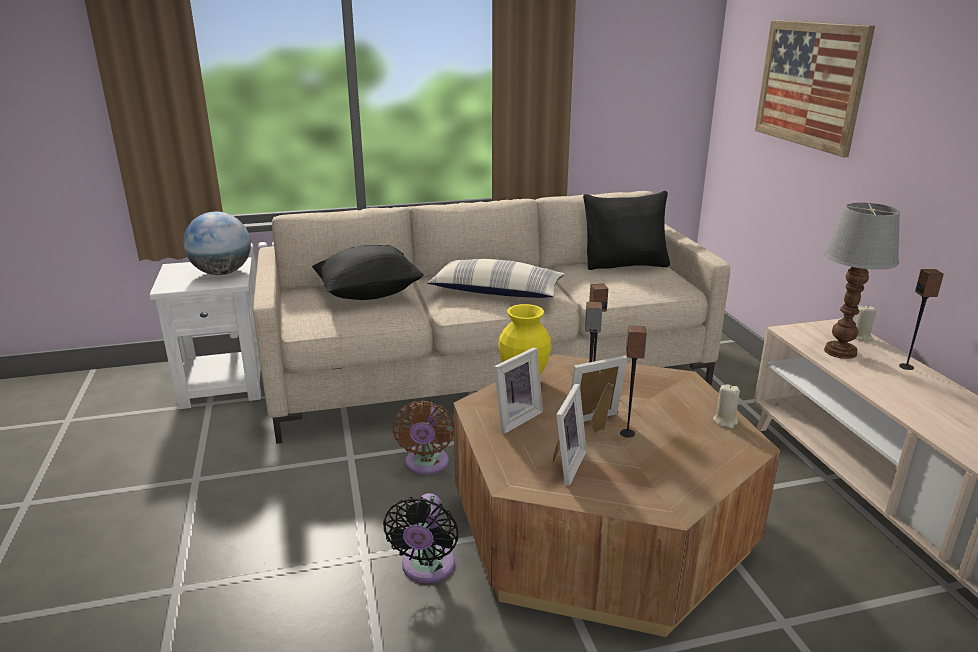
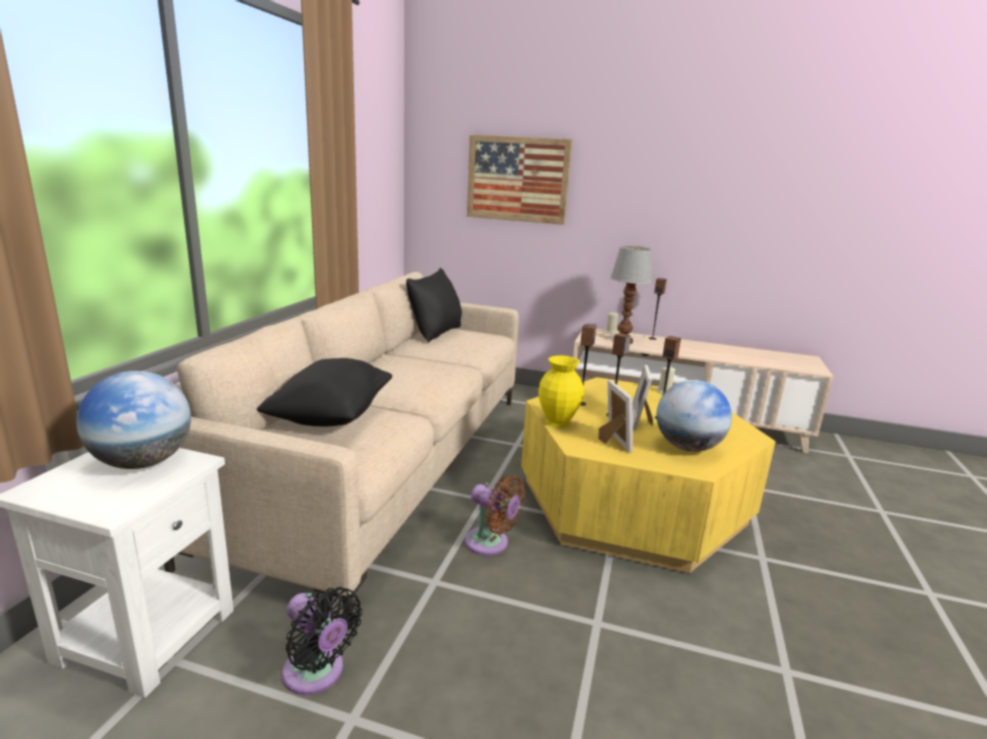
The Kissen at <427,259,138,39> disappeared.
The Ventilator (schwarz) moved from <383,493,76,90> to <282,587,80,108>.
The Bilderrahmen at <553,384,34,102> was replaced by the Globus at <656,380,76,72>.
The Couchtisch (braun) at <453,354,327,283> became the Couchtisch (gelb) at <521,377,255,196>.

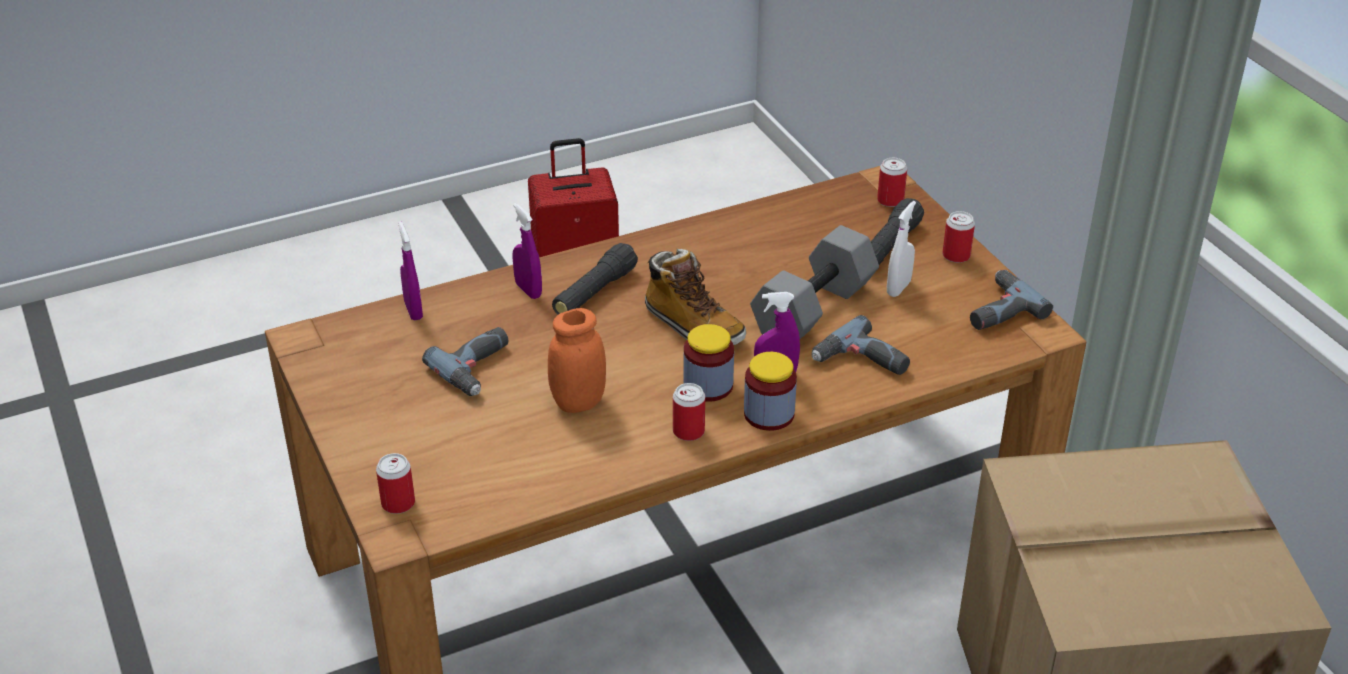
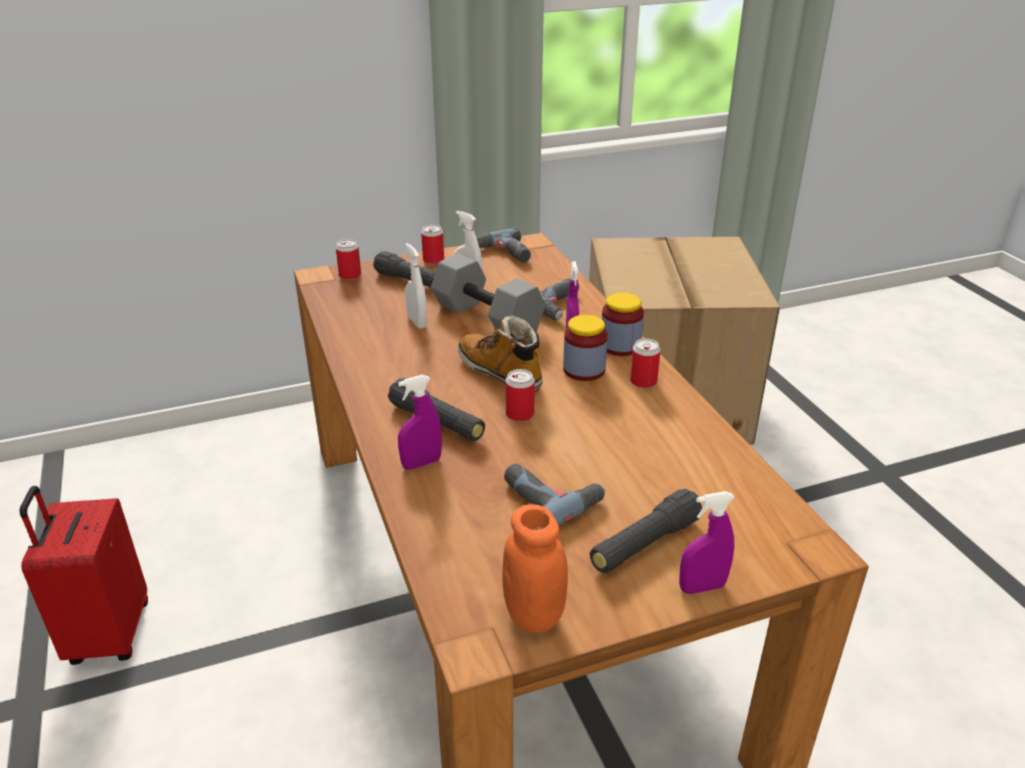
The Sprühflasche (weiß) at <405,243,22,85> appeared.
The Taschenlampe (schwarz) at <590,489,112,84> appeared.
The Dose moved from <376,453,39,61> to <506,369,29,53>.
The Sprühflasche (lila) moved from <398,221,25,99> to <679,491,56,103>.
The Vorratsglas (orange) moved from <548,308,58,105> to <502,504,66,129>.
The Stiefel at <645,249,101,96> turned 90 degrees counterclockwise.

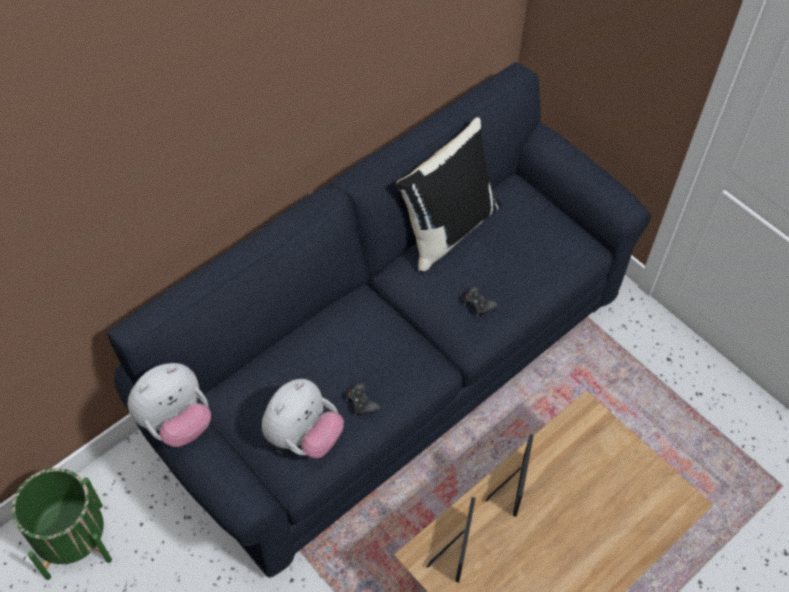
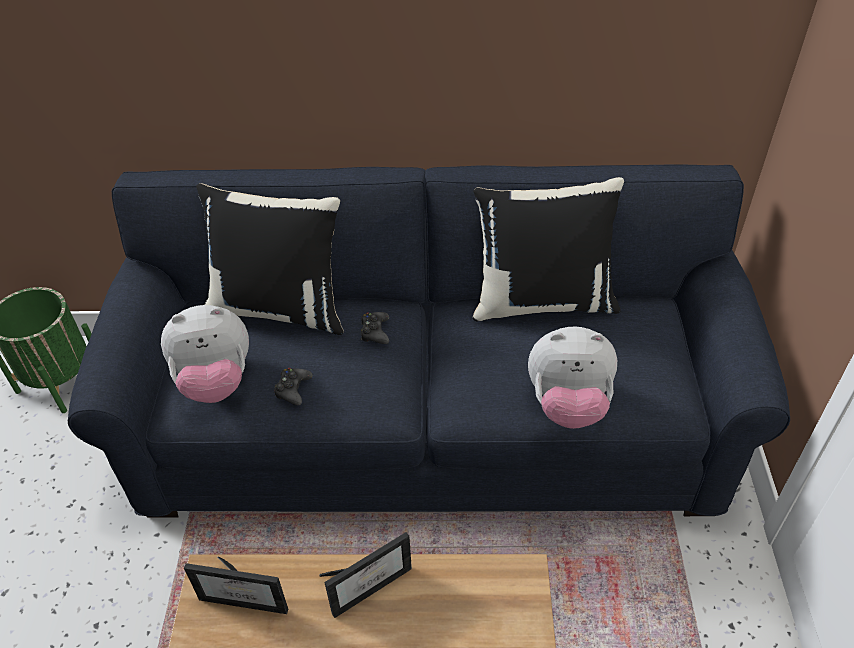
The Kissen (schwarz) at <196,183,148,152> appeared.
The Plüschtier moved from <128,363,83,84> to <528,327,89,102>.
The Gamepad (schwarz) moved from <464,286,34,30> to <361,312,28,32>.
The Bilderrahmen at <427,497,49,86> turned 45 degrees clockwise.

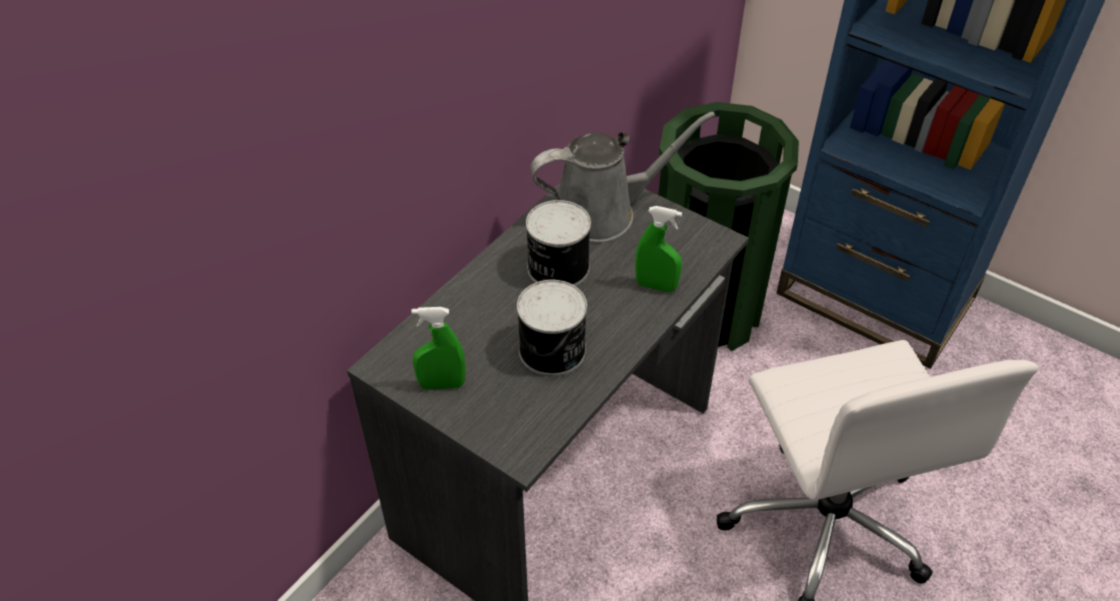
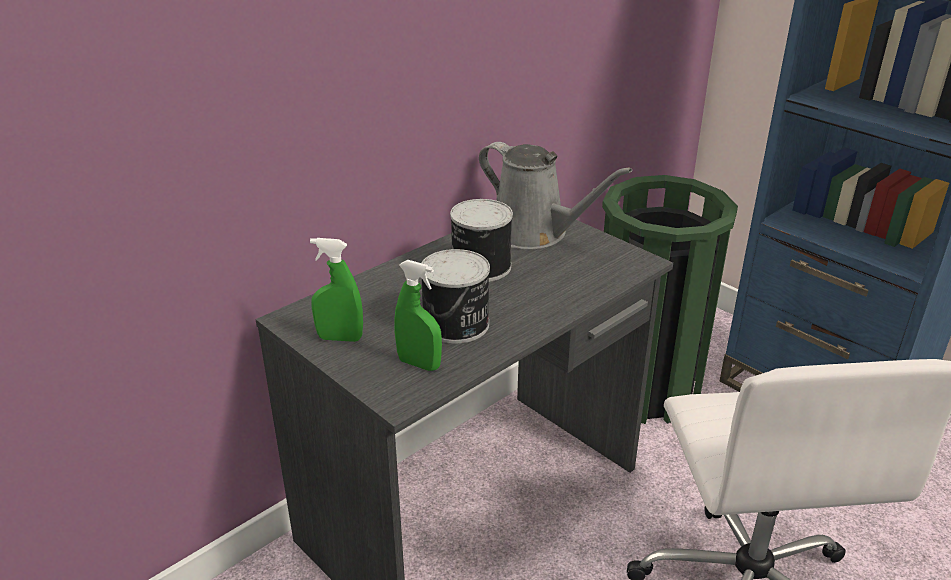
The Sprühflasche (grün) moved from <635,206,47,86> to <394,260,48,111>.
The Gießkanne (grau) at <531,112,184,130> turned 45 degrees clockwise.

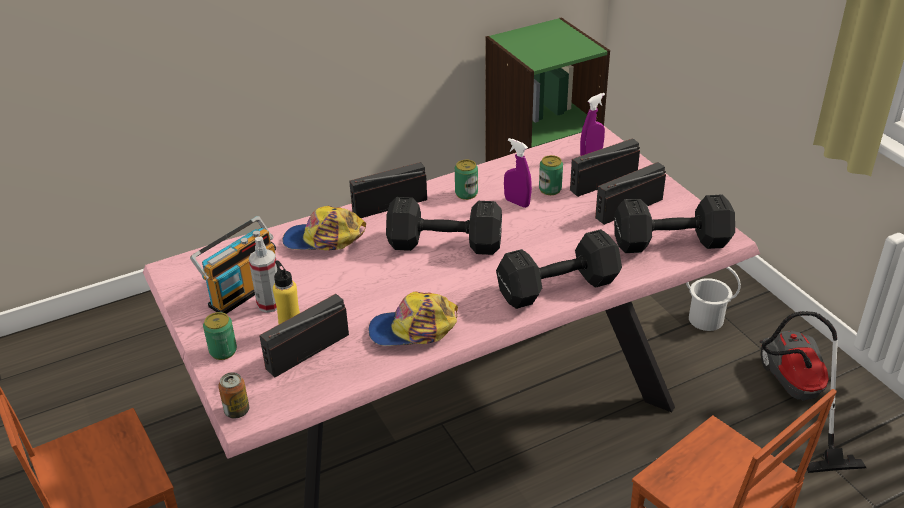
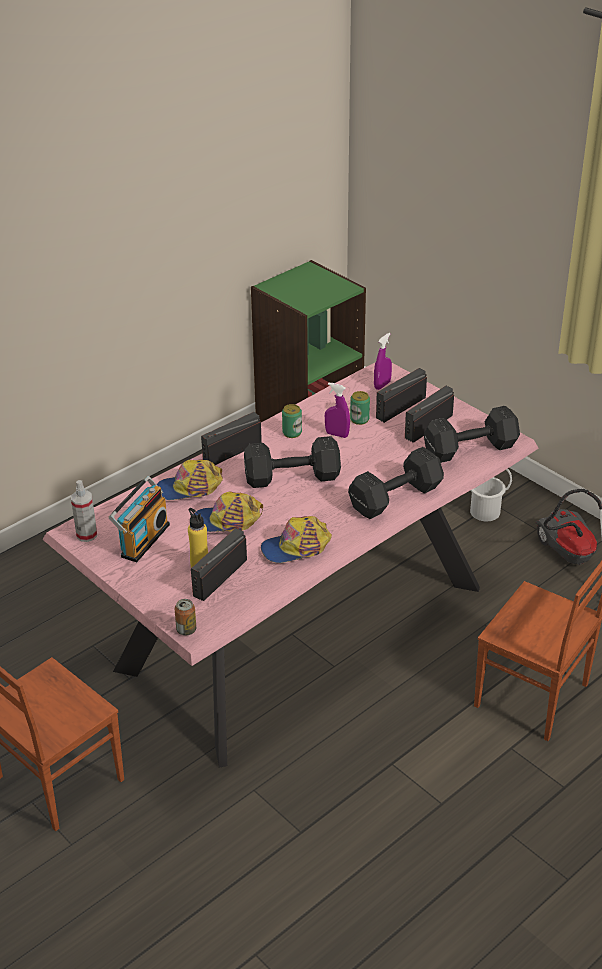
The Dose at <203,312,34,48> disappeared.
The Kappe at <195,491,68,41> appeared.
The Sprühflasche moved from <249,237,28,76> to <71,480,26,62>.

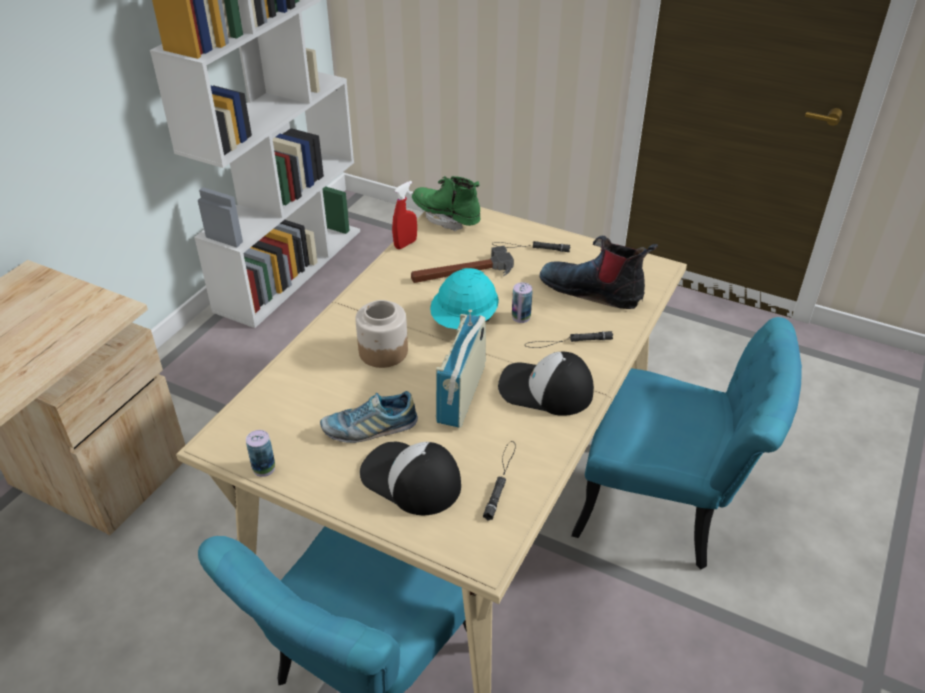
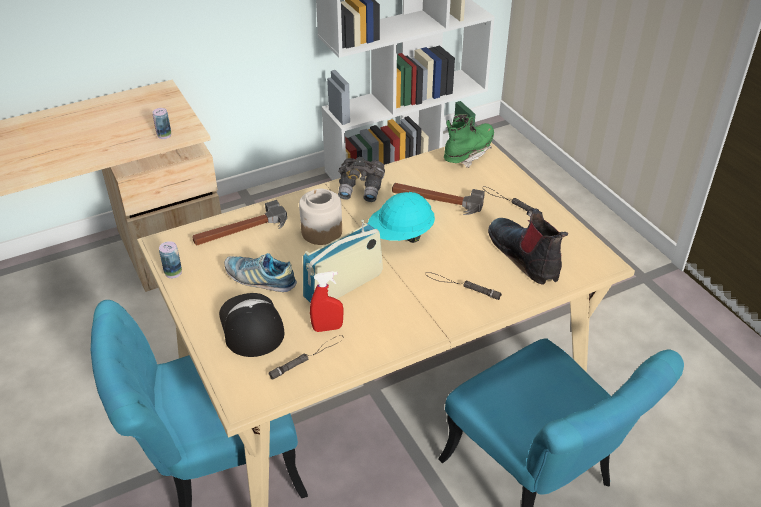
The Kappe at <498,352,96,64> disappeared.
The Hammer at <192,200,95,45> appeared.
The Fernglas (grau) at <338,157,47,45> appeared.
The Sprühflasche (rot) moved from <392,181,25,68> to <310,271,34,61>.
The Dose moved from <512,282,21,41> to <152,108,19,31>.
The Stiefel (grün) at <412,176,68,55> turned 60 degrees clockwise.

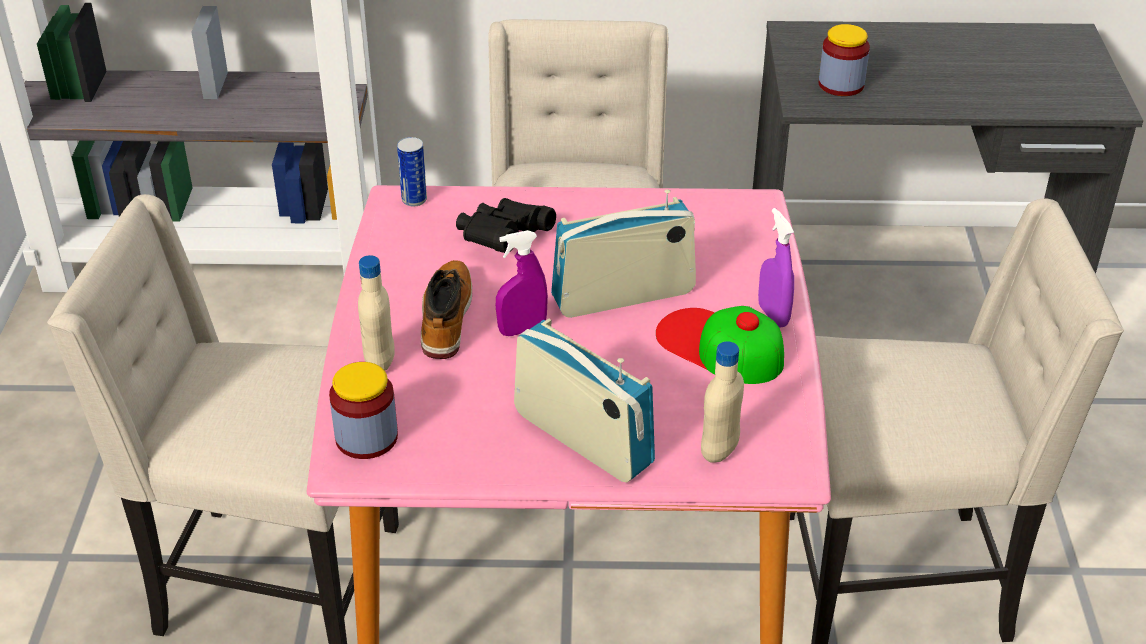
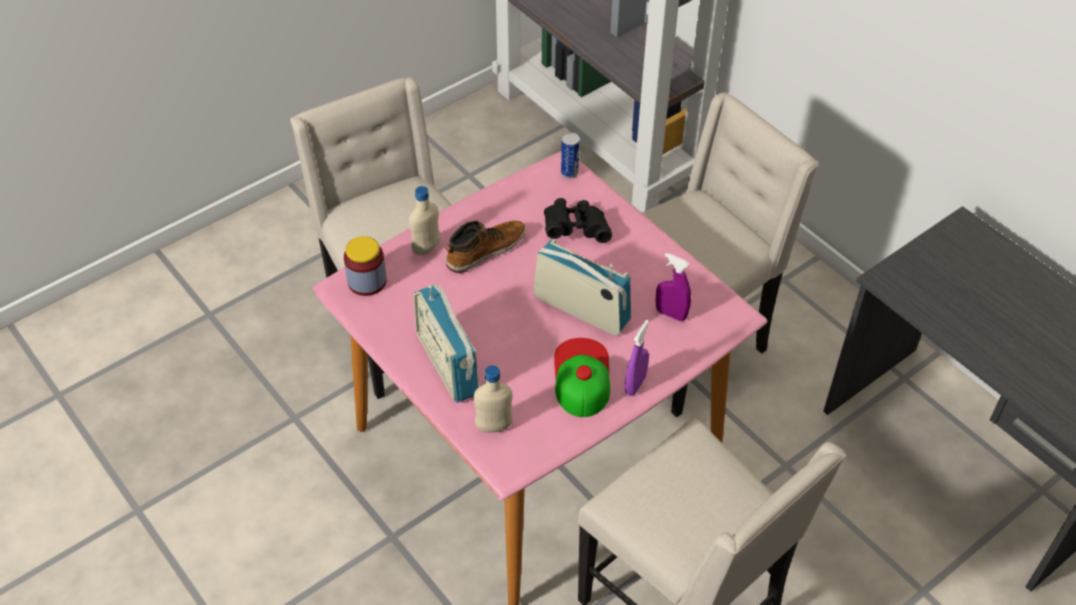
The Vorratsglas at <819,24,51,72> disappeared.
The Sprühflasche (lila) moved from <496,230,52,106> to <656,253,35,68>.
The Radio at <514,319,141,164> turned 150 degrees clockwise.

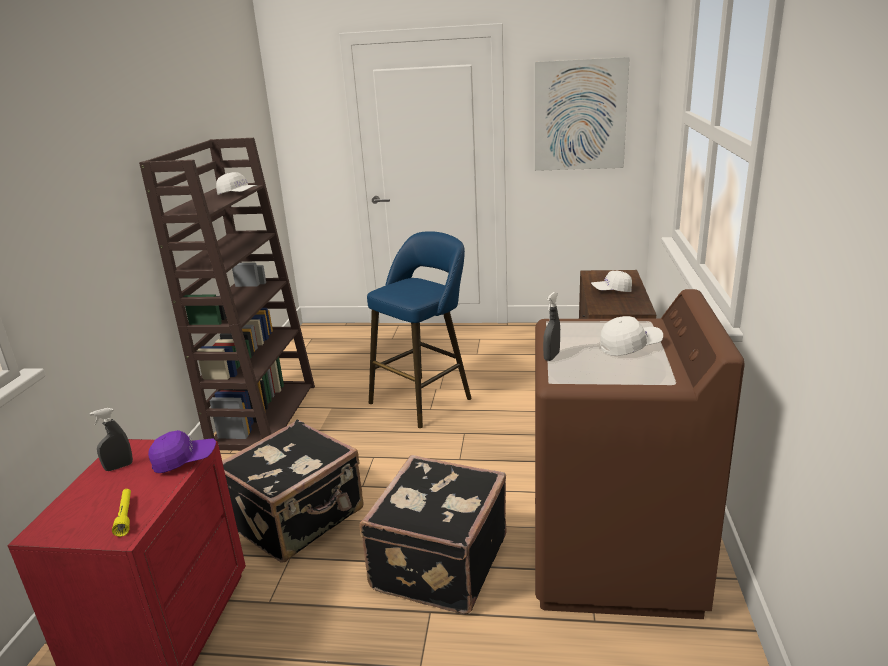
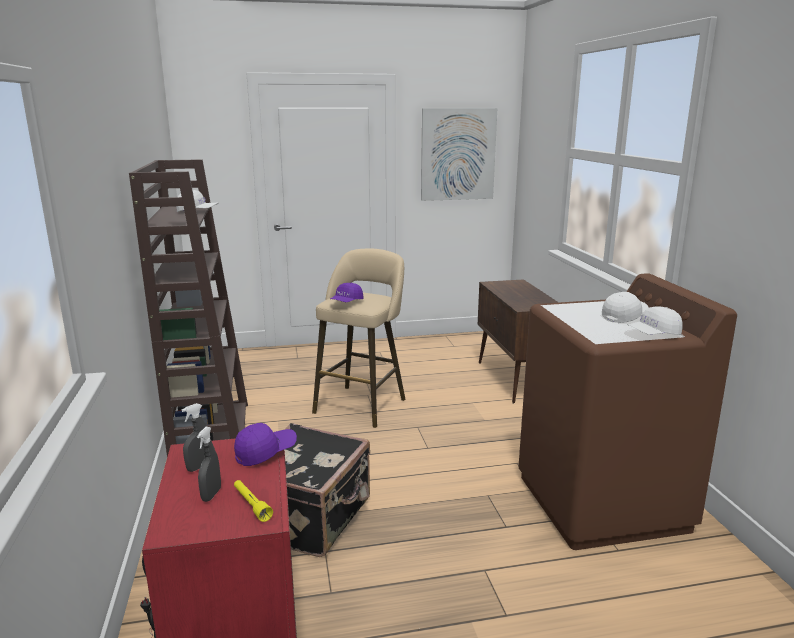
The Koffer (schwarz) at <359,455,148,159> disappeared.
The Kappe (lila) at <330,282,34,20> appeared.
The Sprühflasche (grau) moved from <543,292,17,69> to <197,427,24,75>.
The Kappe (weiß) moved from <591,271,41,21> to <627,306,56,29>.
The Hocker (blau) at <367,231,105,197> became the Hocker (beige) at <312,248,94,180>.

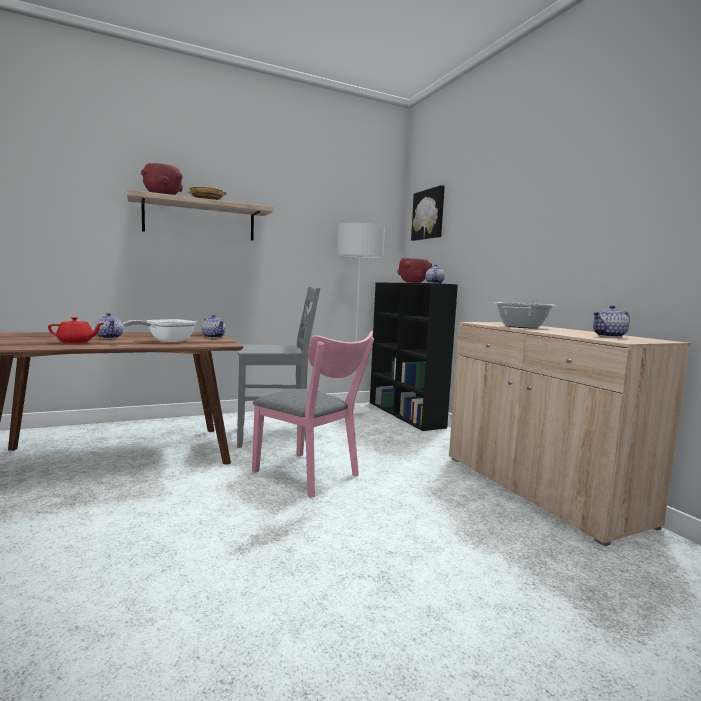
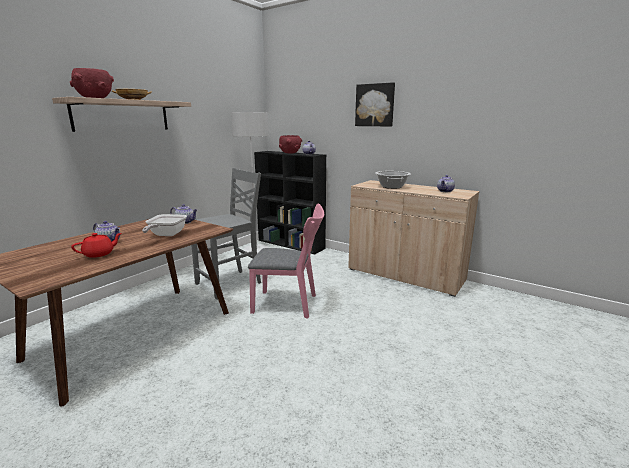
The Bild moved from <411,185,34,56> to <355,82,40,44>.

